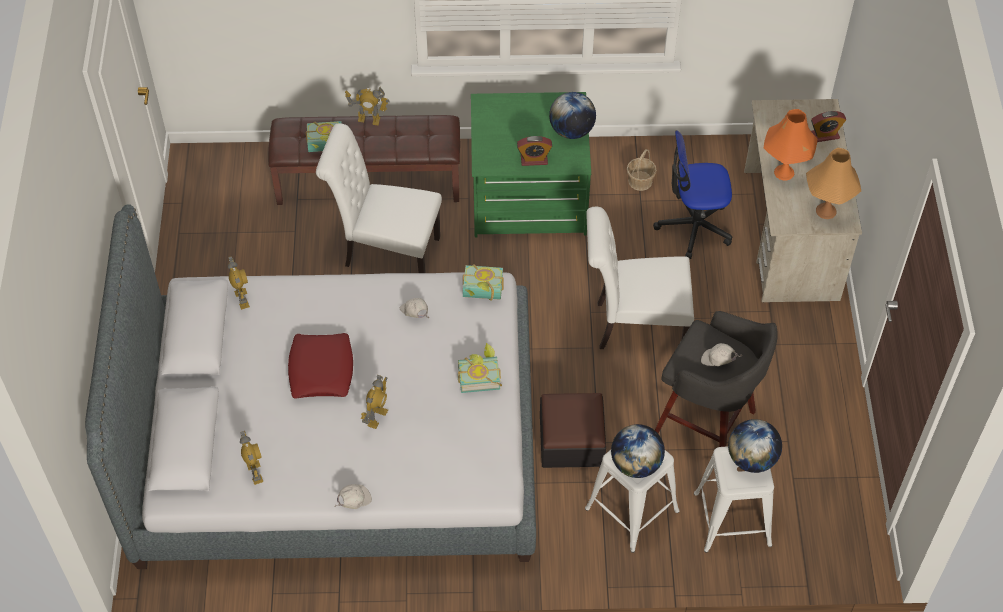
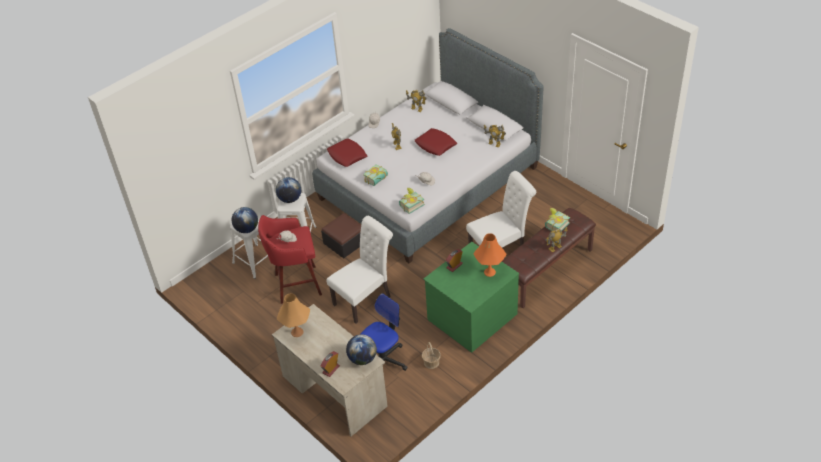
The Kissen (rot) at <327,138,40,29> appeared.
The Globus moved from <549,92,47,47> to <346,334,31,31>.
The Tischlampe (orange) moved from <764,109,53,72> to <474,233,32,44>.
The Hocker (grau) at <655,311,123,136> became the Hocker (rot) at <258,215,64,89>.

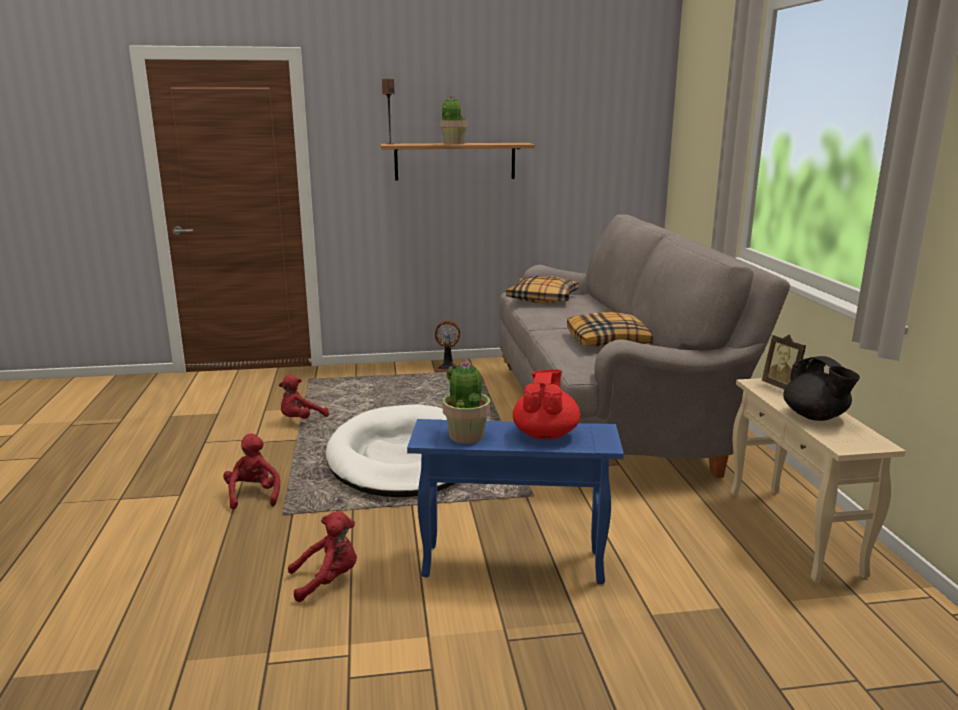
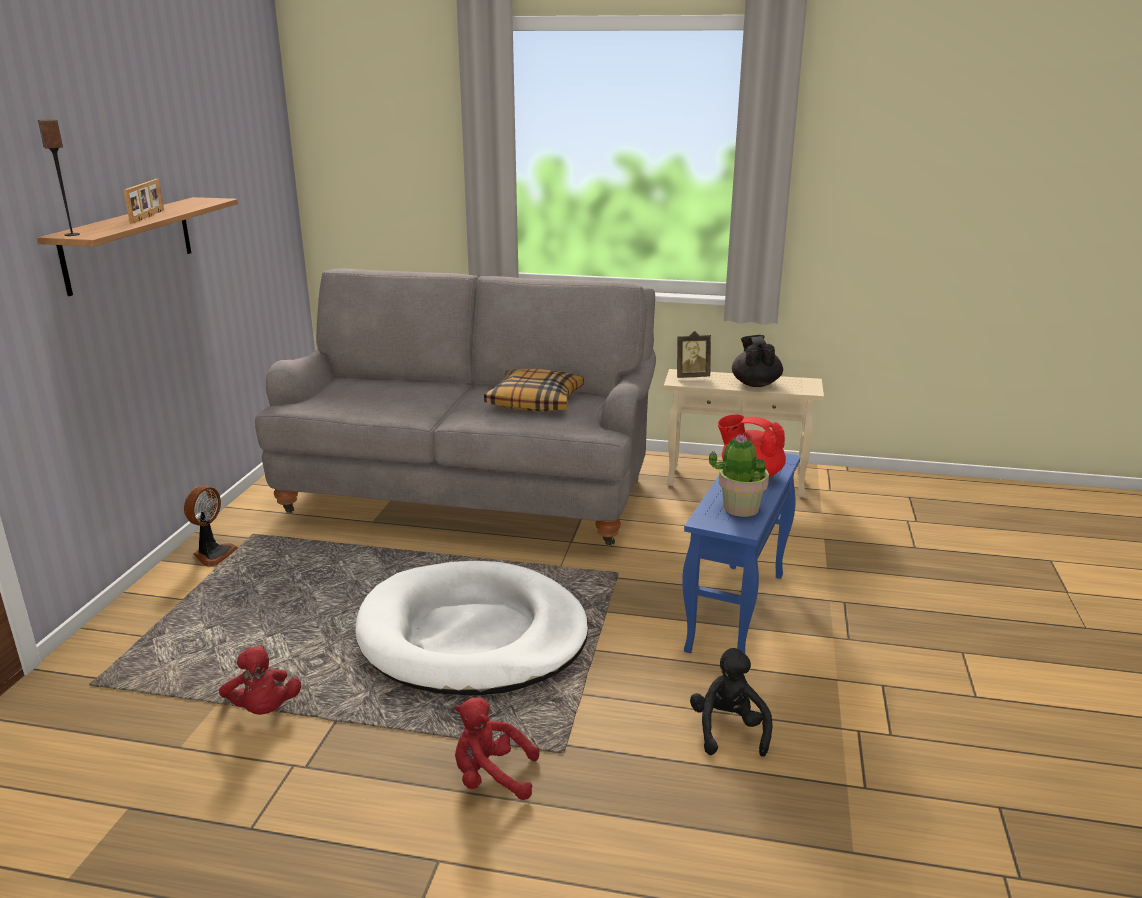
The Kissen at <506,276,73,27> disappeared.
The Topfpflanze at <440,96,28,48> was replaced by the Bilderrahmen at <124,179,40,44>.
The Plüschtier (rot) at <288,511,69,91> became the Plüschtier (schwarz) at <690,648,82,109>.
The Teekanne (schwarz) at <783,356,77,65> turned 90 degrees counterclockwise.

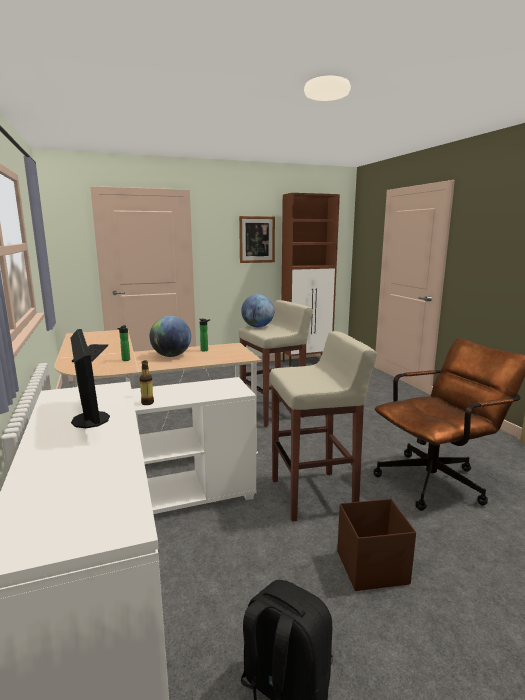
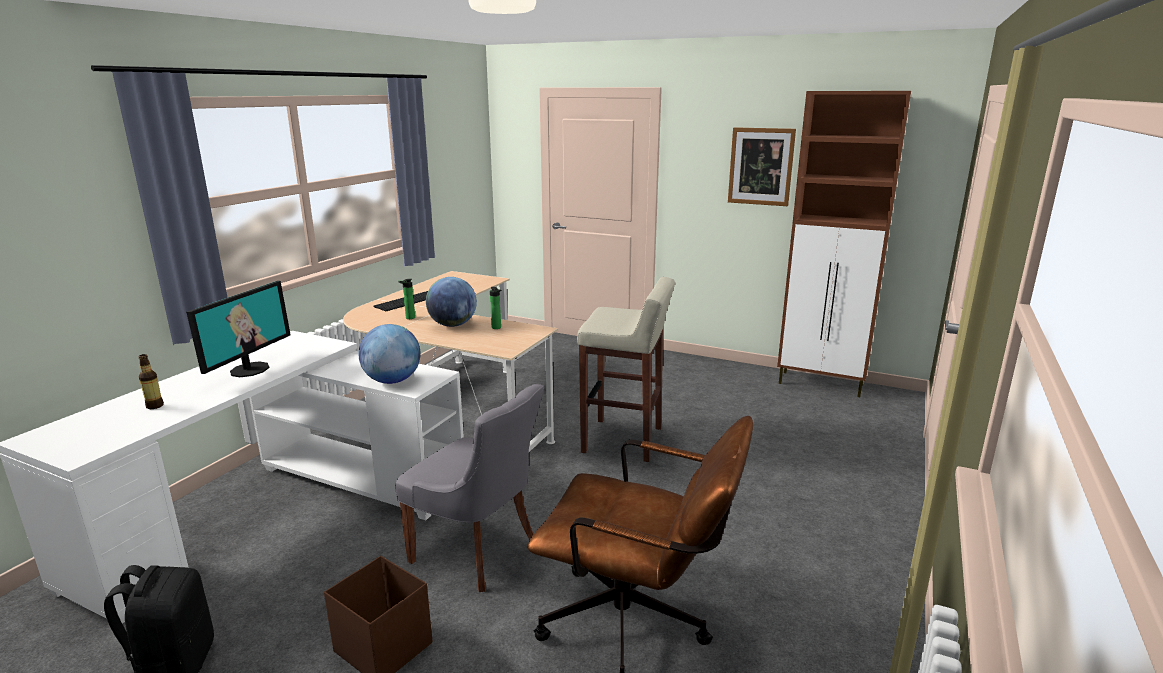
The Flasche moved from <140,360,14,45> to <139,354,25,55>.
The Globus moved from <241,294,33,33> to <359,324,62,60>.
The Hocker (beige) at <270,331,107,191> was replaced by the Stuhl (grau) at <395,384,149,208>.

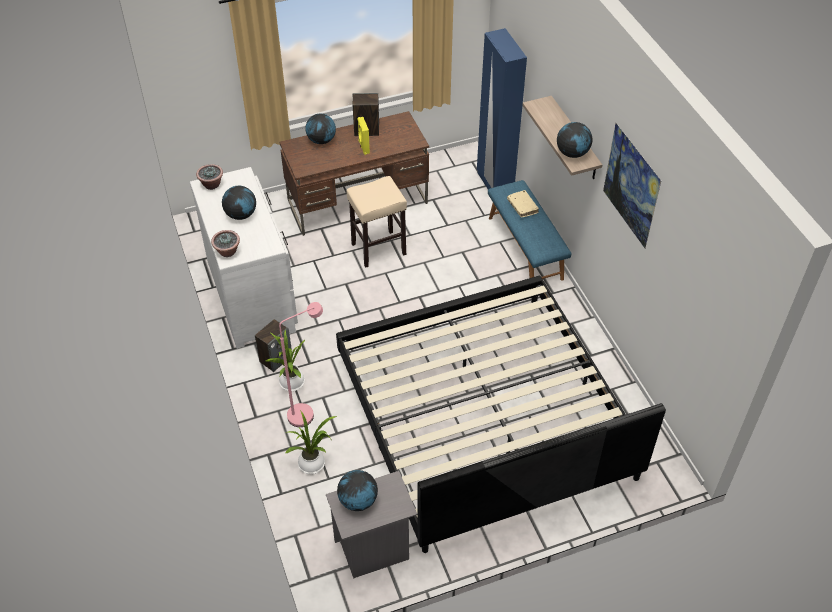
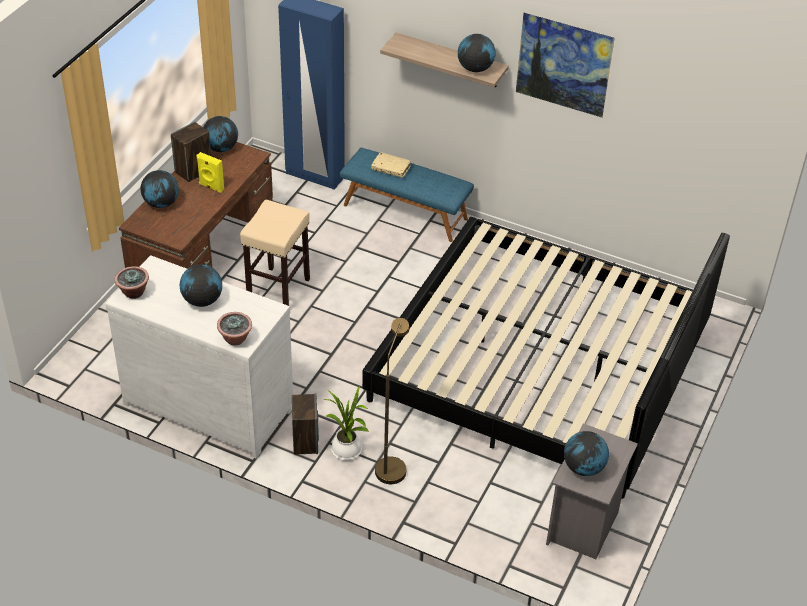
The Topfpflanze at <285,410,52,64> disappeared.
The Globus at <203,116,35,36> appeared.
The Stehlampe (rosa) at <279,302,44,125> became the Stehlampe (braun) at <375,318,34,166>.

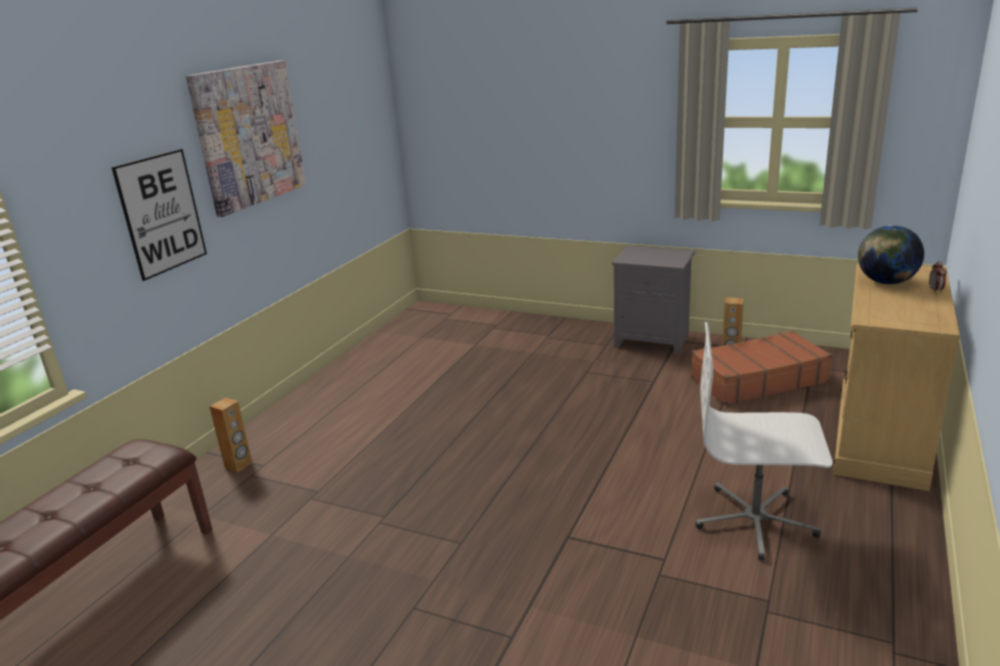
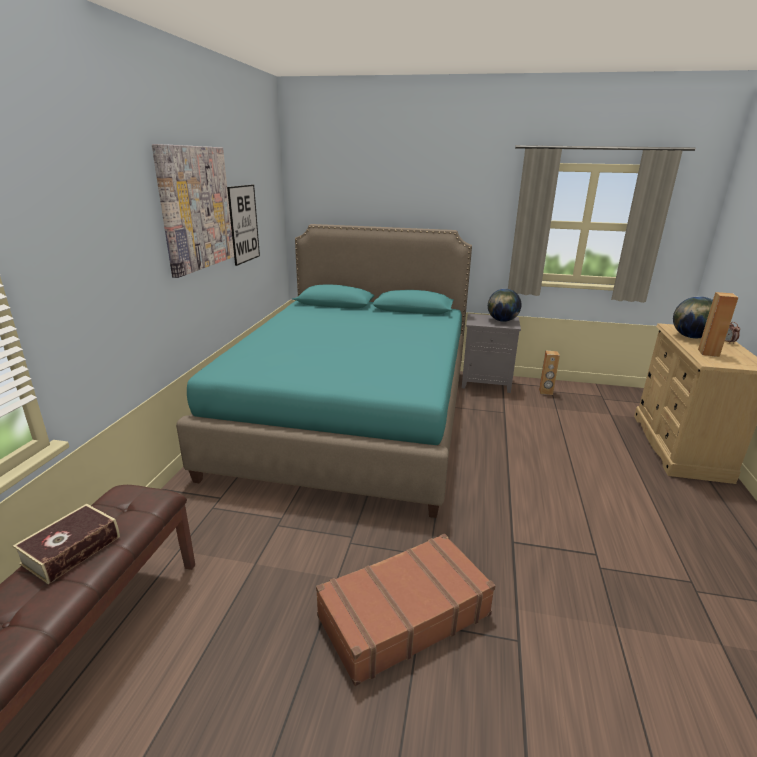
The Bürostuhl (weiß) at <696,322,137,238> disappeared.
The Buch at <13,504,107,80> appeared.
The Bett (türkis) at <176,224,296,294> appeared.
The Globus at <488,289,33,33> appeared.
The Bild moved from <112,149,95,132> to <227,185,33,81>.
The Lautsprecher (braun) moved from <209,398,44,75> to <698,292,41,65>.
The Koffer (braun) moved from <691,331,142,74> to <316,534,179,152>.

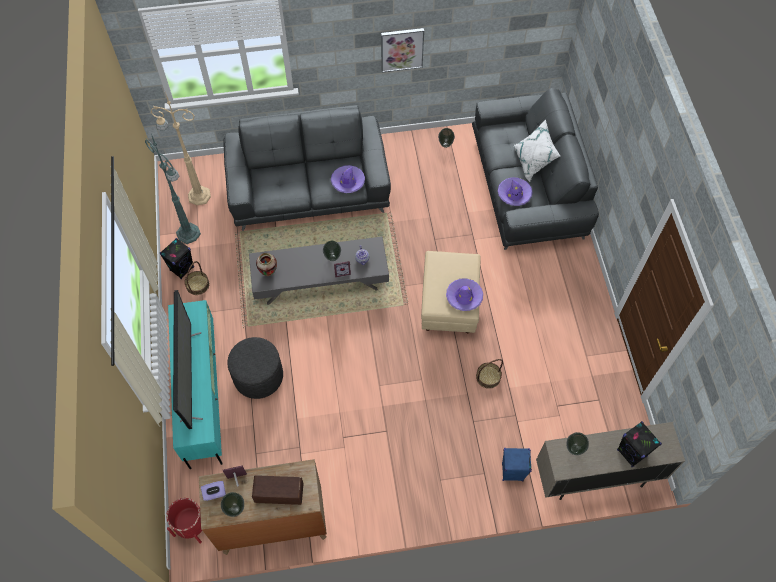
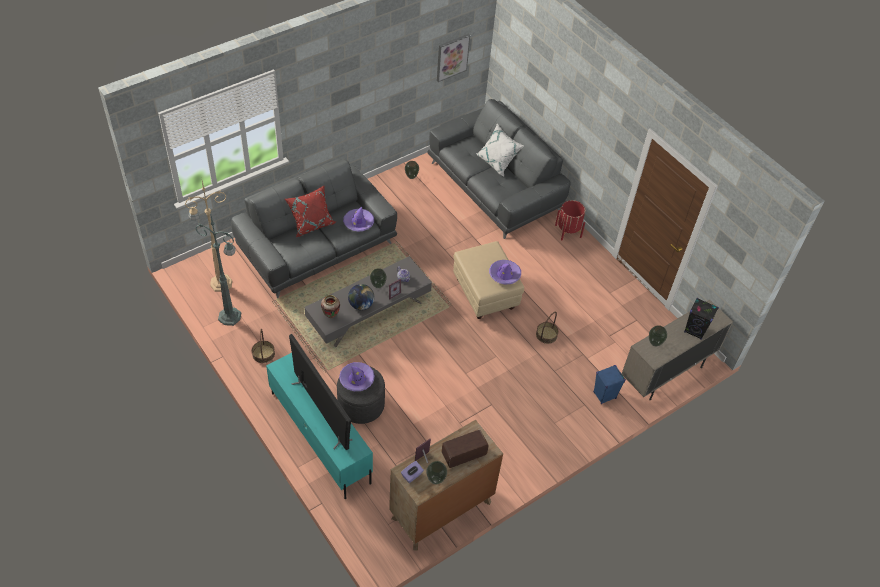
The Lautsprecher (schwarz) at <159,238,35,41> disappeared.
The Kissen (rot) at <285,186,51,51> appeared.
The Globus at <348,284,26,26> appeared.
The Pflanzkübel (rot) moved from <166,498,36,46> to <555,200,30,41>.
The Bild moved from <381,28,43,44> to <437,34,33,48>.
The Hut (lila) moved from <498,178,35,28> to <339,362,36,29>.

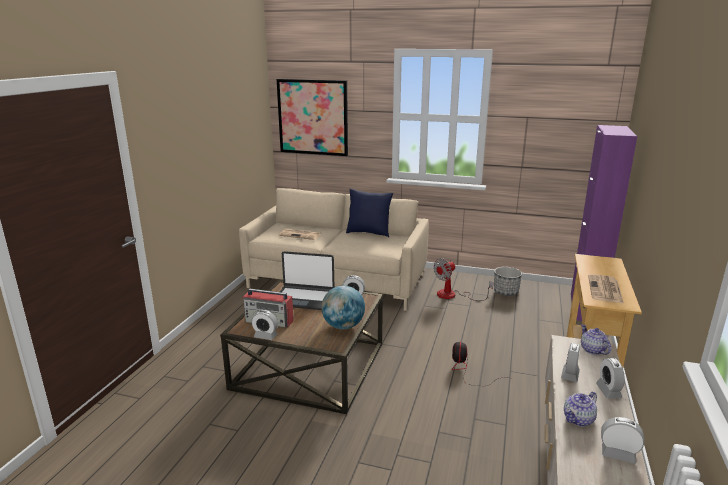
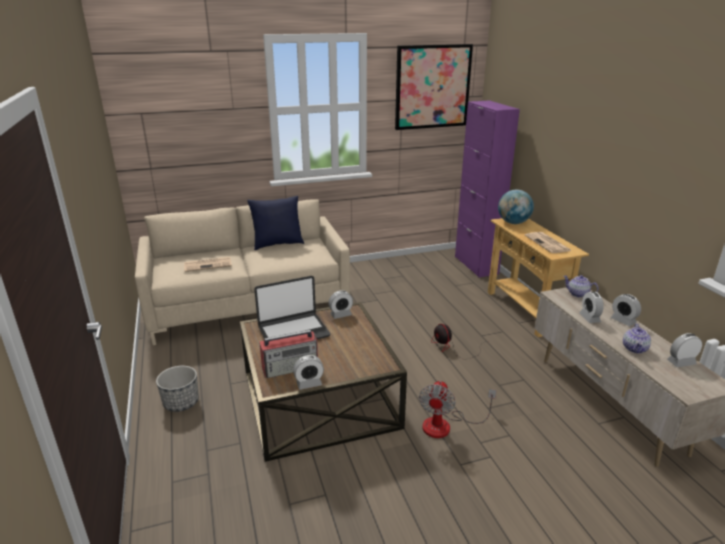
The Bild moved from <276,79,72,77> to <395,44,78,86>.
The Globus moved from <322,286,43,43> to <498,189,36,35>.
The Ventilator moved from <433,258,60,43> to <419,381,78,57>.
The Pflanzkübel moved from <494,267,28,29> to <156,366,43,46>.

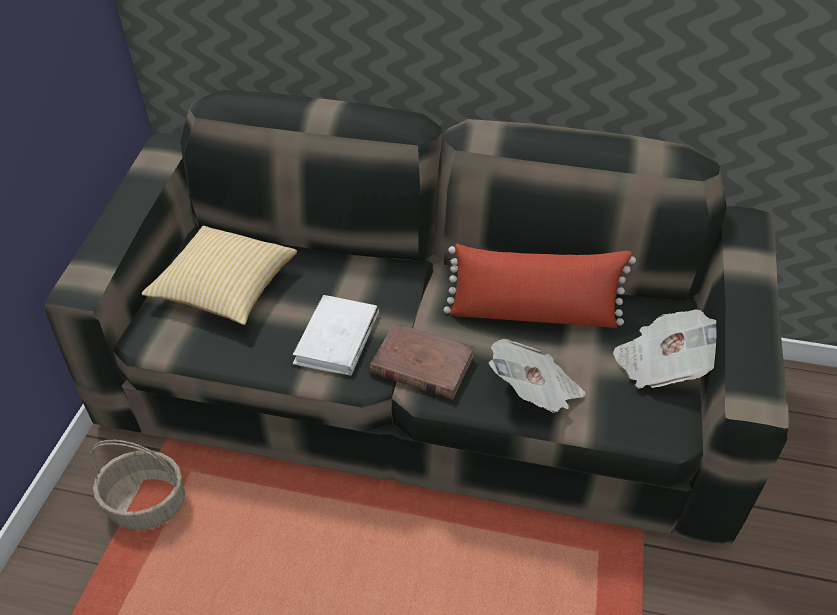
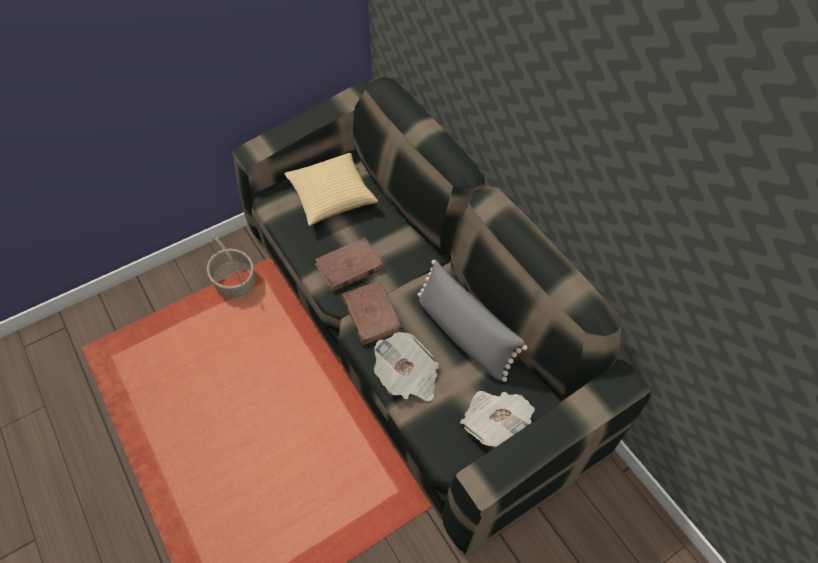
The Buch (weiß) at <293,295,86,81> became the Buch (braun) at <315,237,69,55>.
The Kissen (rot) at <443,244,193,84> became the Kissen (grau) at <417,260,111,122>.

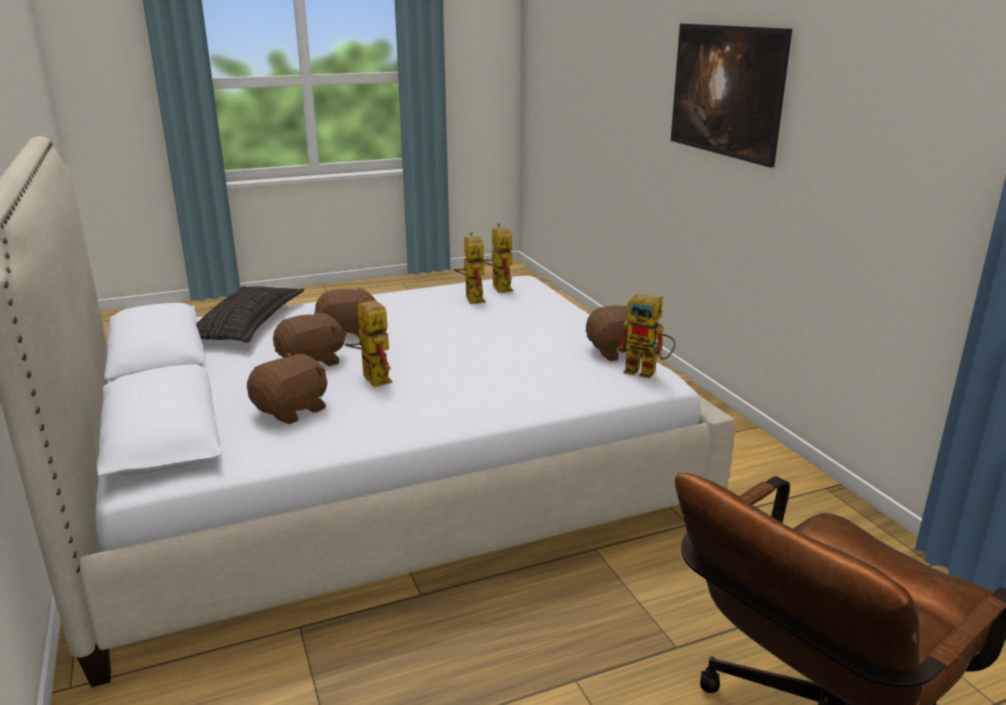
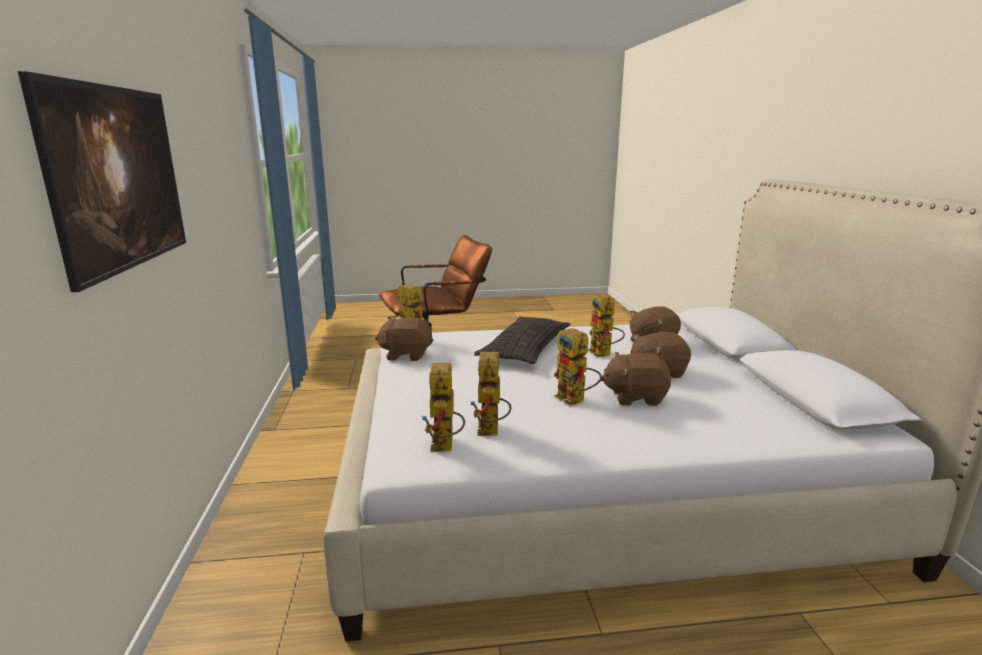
The Spielzeugroboter at <554,328,48,78> appeared.
The Kissen moved from <196,286,108,57> to <474,317,96,47>.

